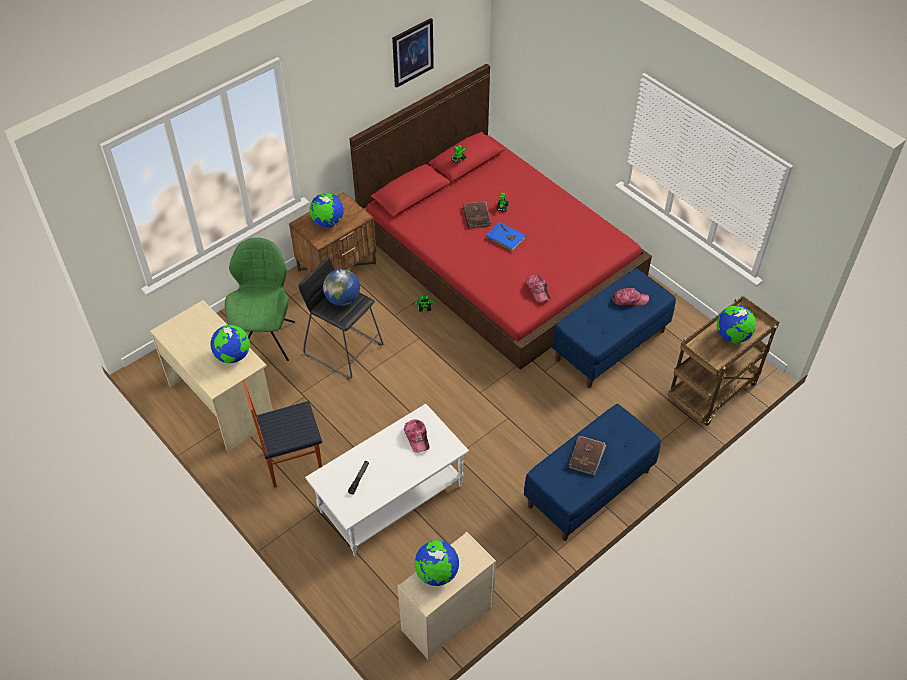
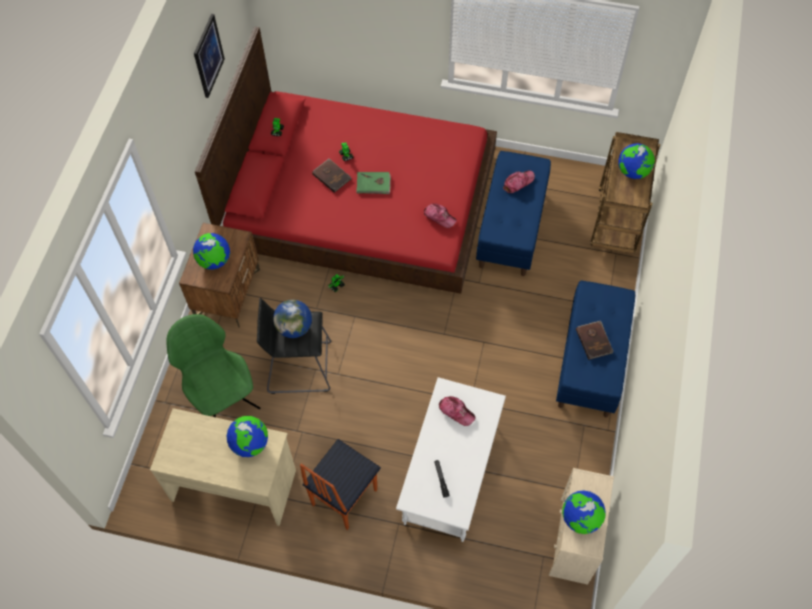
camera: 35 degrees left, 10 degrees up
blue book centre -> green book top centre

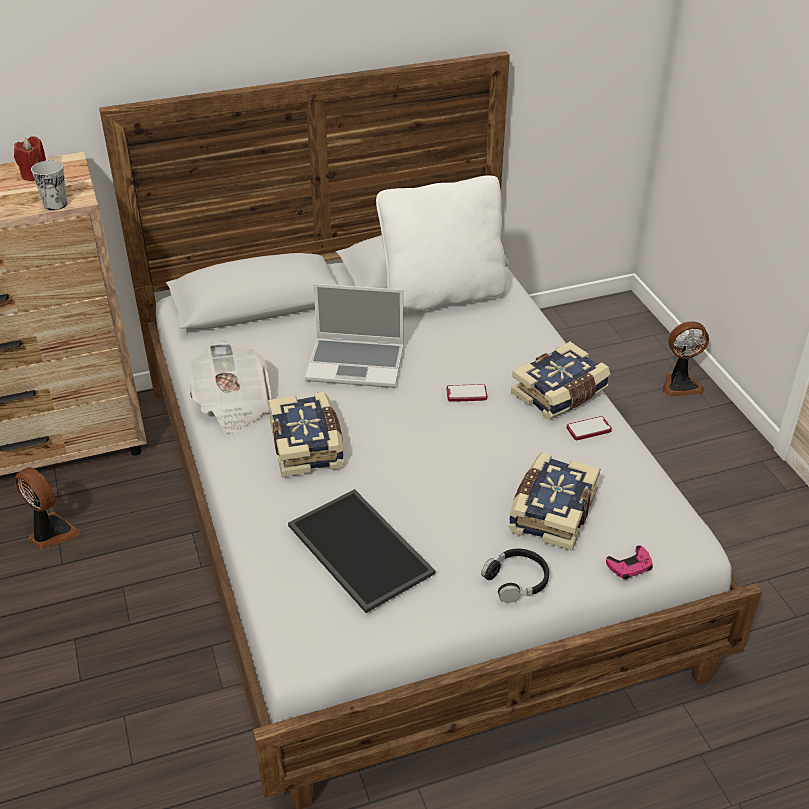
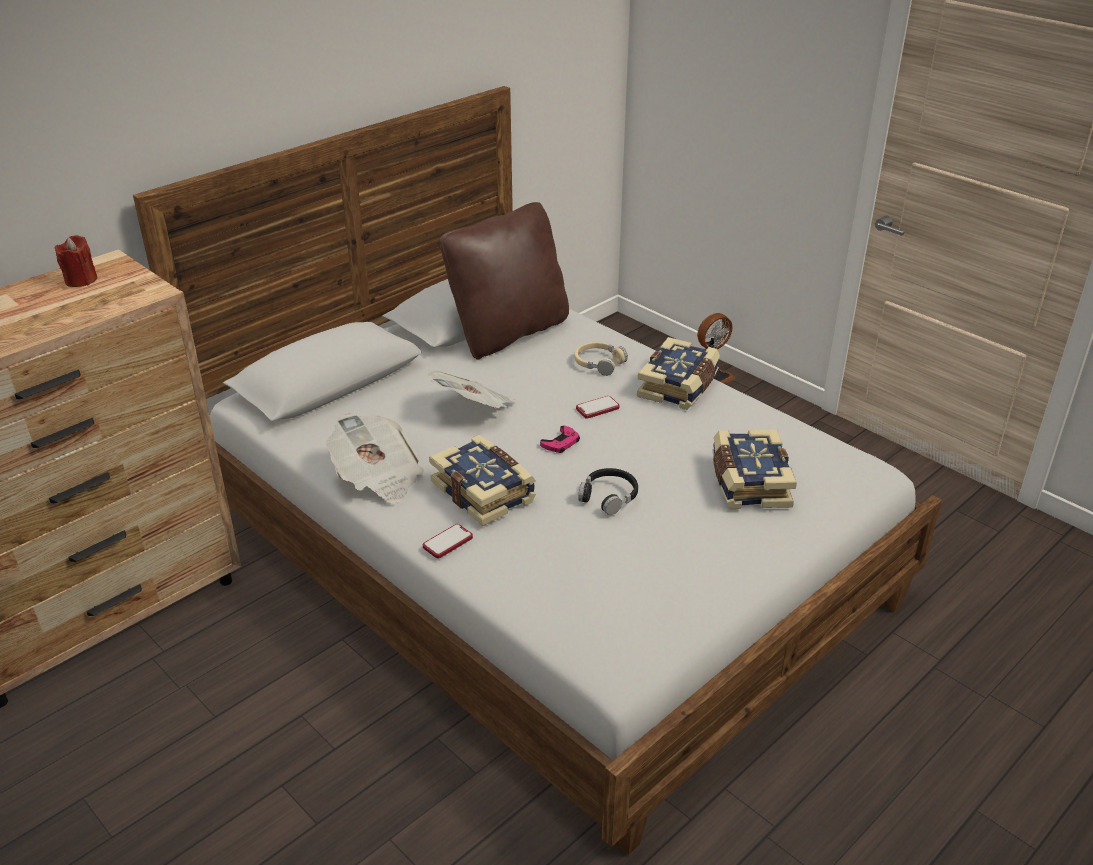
camera: 25 degrees left, 5 degrees down
fan (1st from left) middle left -> none
cup top left -> none
tray bottom centre -> none
none -> beige headphones centre
black headphones bottom centre -> black headphones centre, move
phone (2nd from left in the first image) middle right -> phone (1st from left) centre, move
pink game controller bottom right -> pink game controller centre, move
laptop centre -> newspaper (2nd from left) centre
white pillow top centre -> brown pillow top centre

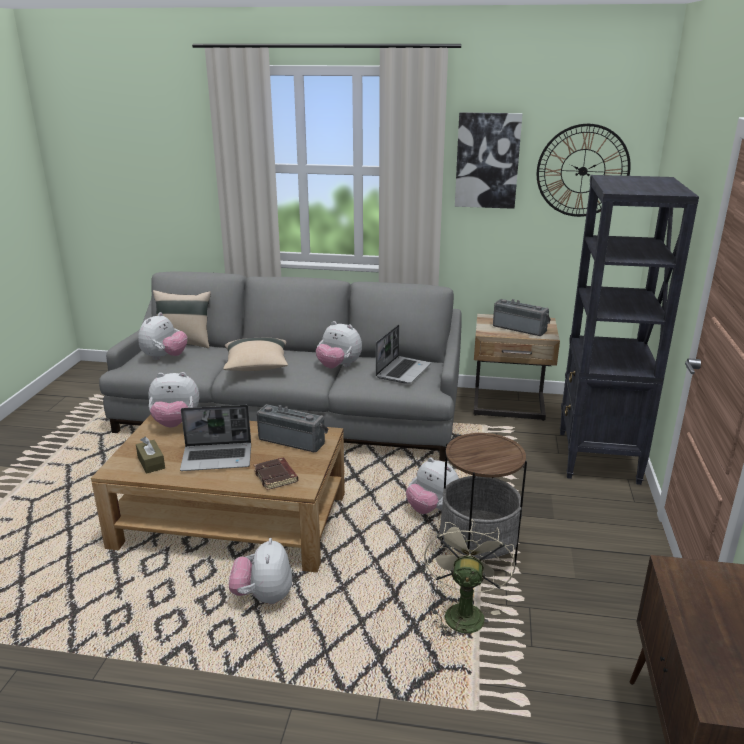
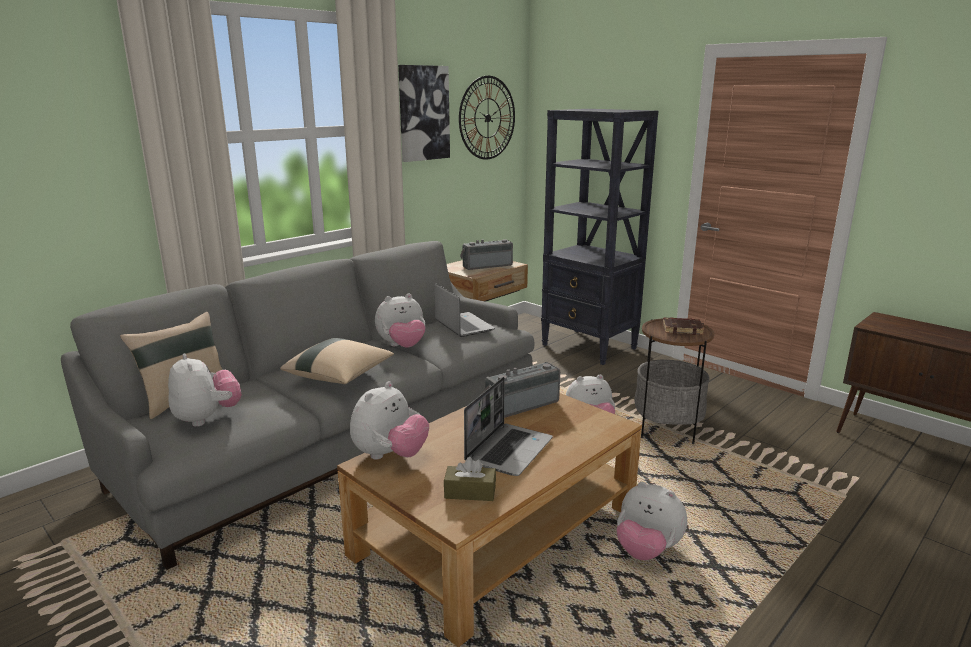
camera: 55 degrees left, 5 degrees down
beige fan bottom centre -> none
brown book centre -> brown book middle right, move

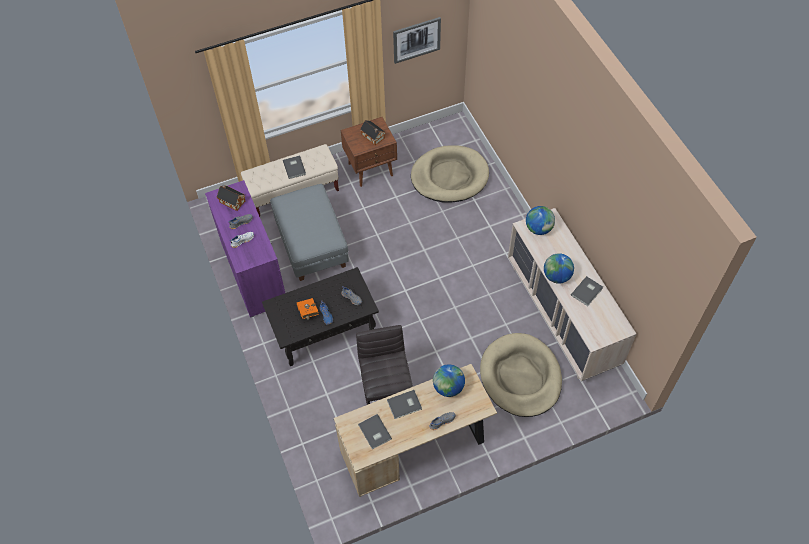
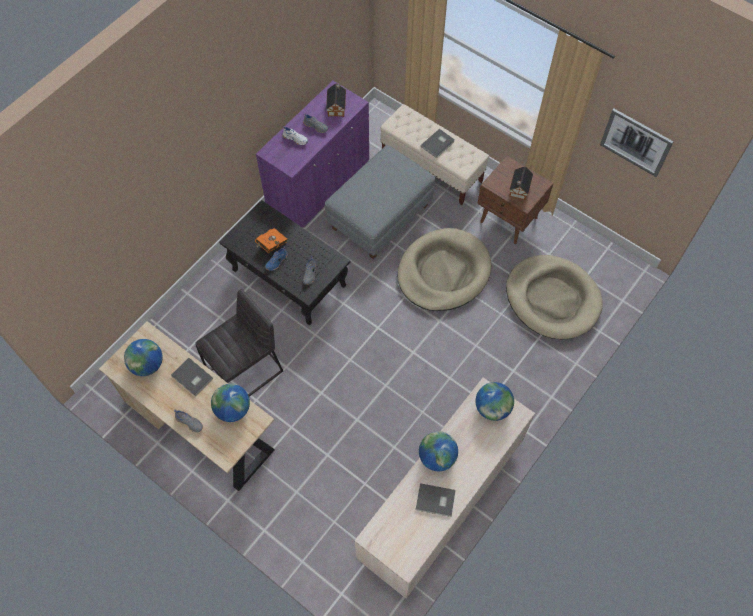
camera: 60 degrees right, 5 degrees up
beige dog bed (2nd from left in the first image) bottom centre -> beige dog bed (1st from left) centre, move
grey book (2nd from left) bottom centre -> globe (1st from left) middle left

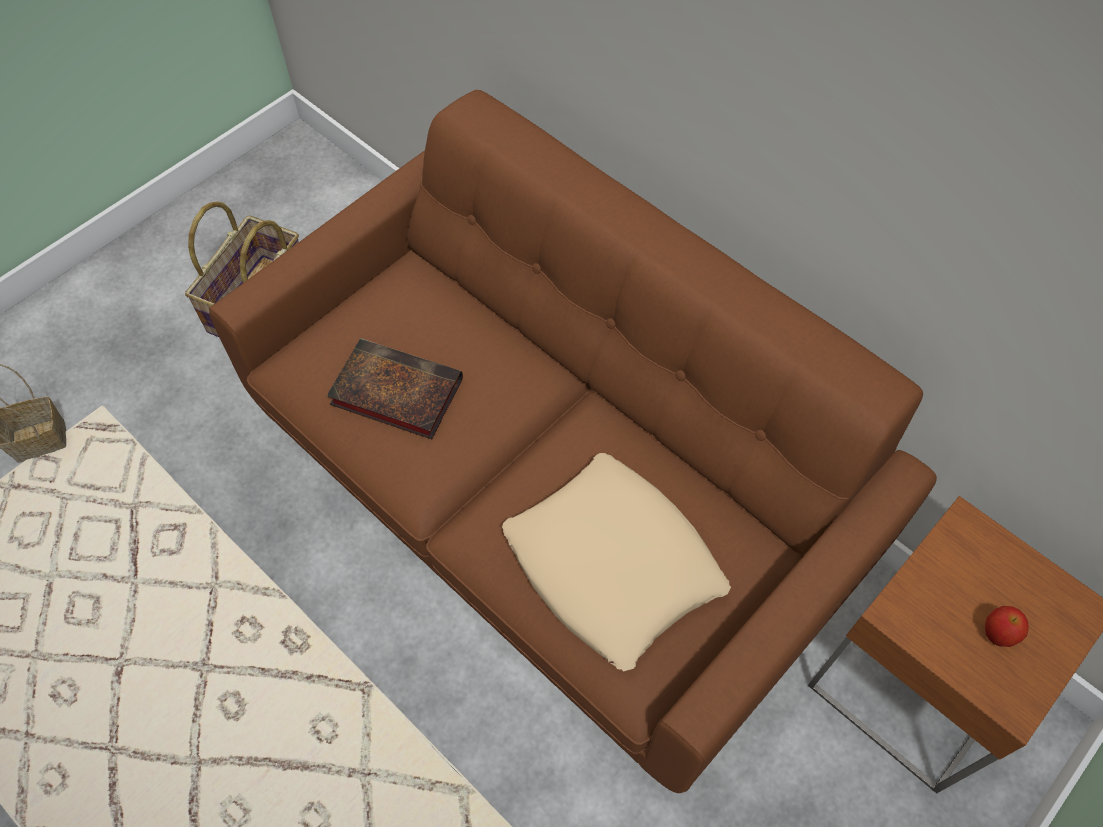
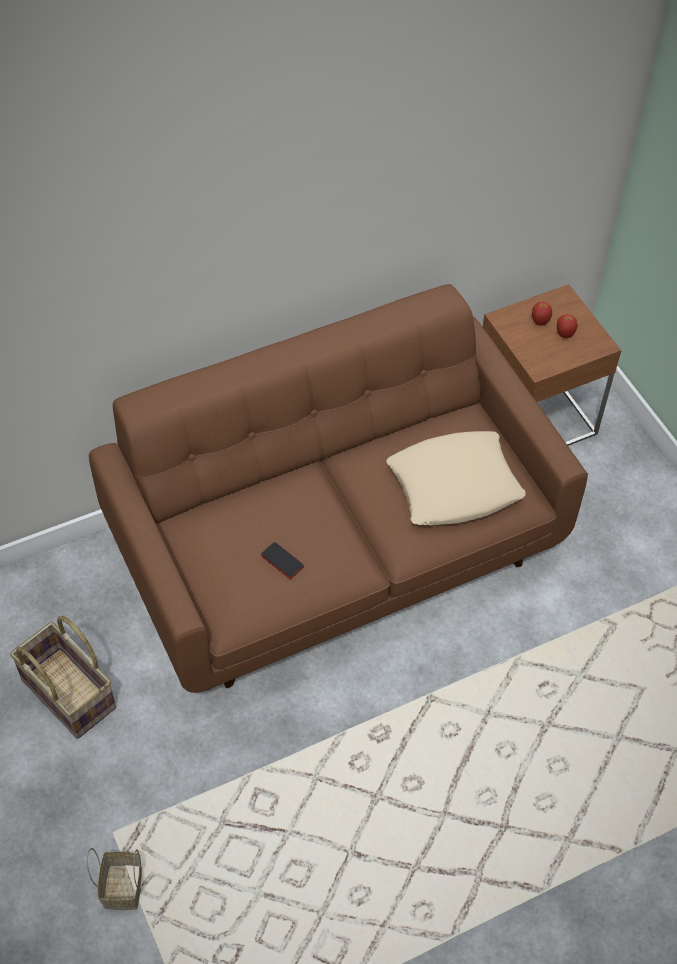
camera: 70 degrees left, 5 degrees down
none -> apple (1st from left) top right
book centre -> phone centre

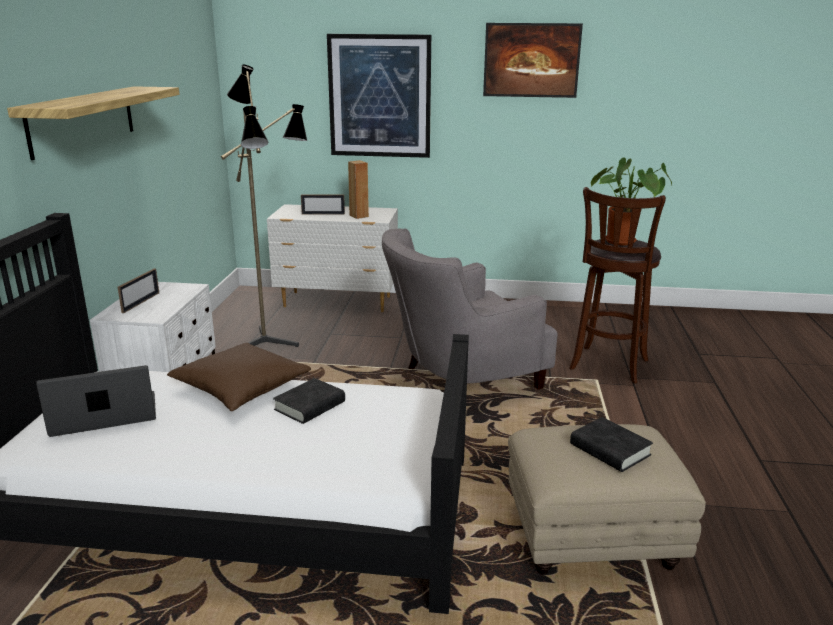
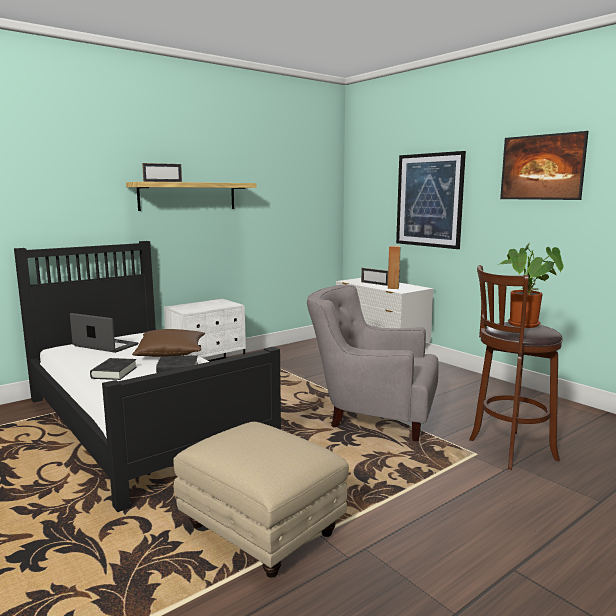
camera: 45 degrees right, 10 degrees down
floor lamp top left -> none
picture frame (1st from left) middle left -> picture frame (1st from left) top left, move
black book (2nd from left in the first image) bottom right -> black book (1st from left) middle left, move

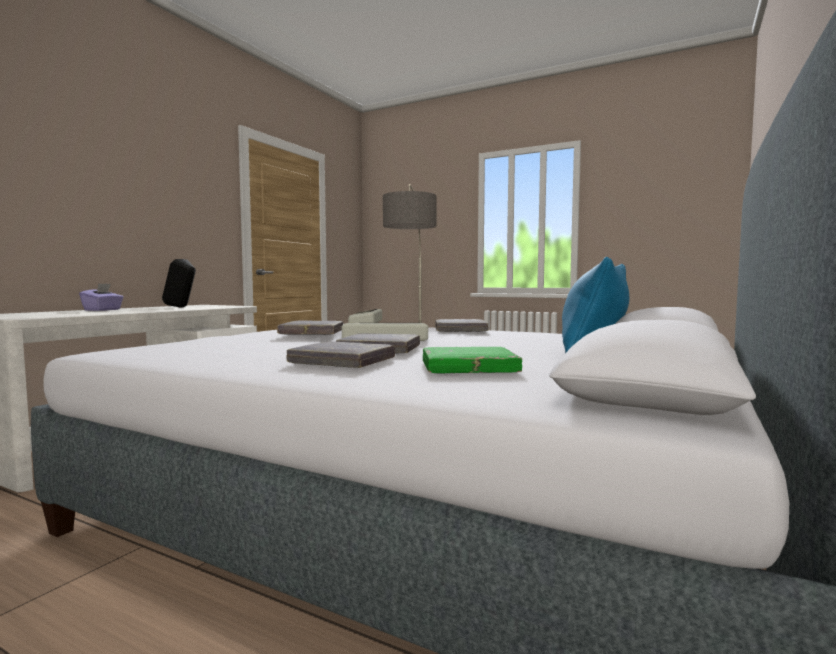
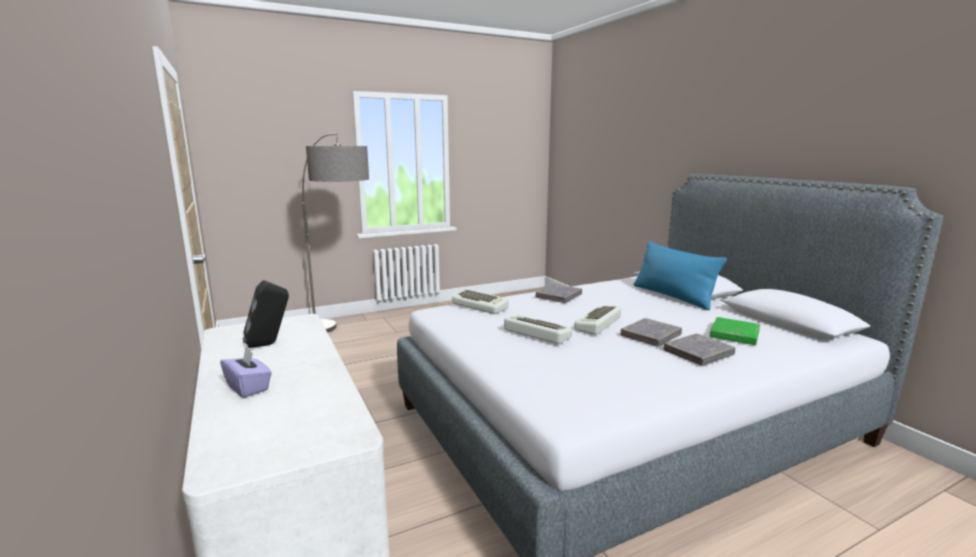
camera: 55 degrees left, 10 degrees up
grey book (1st from left) centre -> keyboard (2nd from left) centre

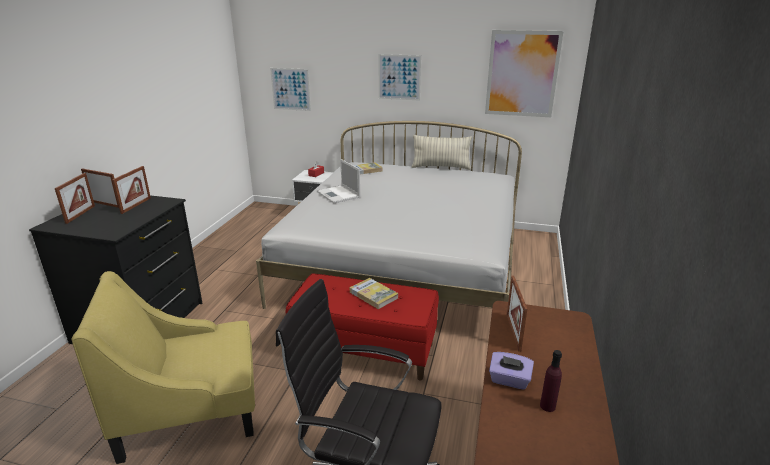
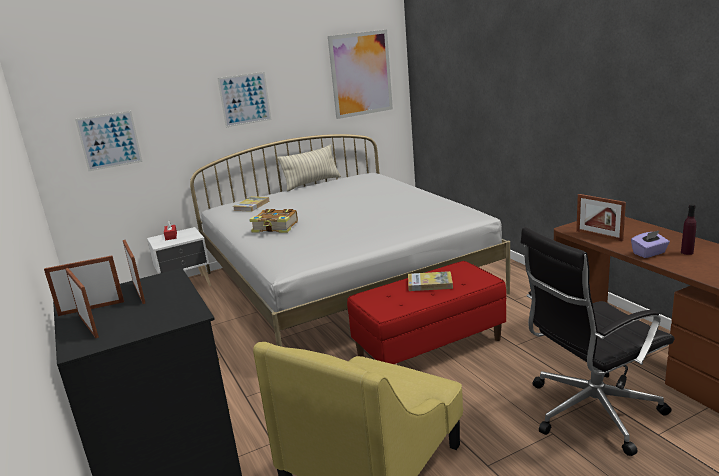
camera: 40 degrees left, 5 degrees down
laptop centre -> book (2nd from left) centre

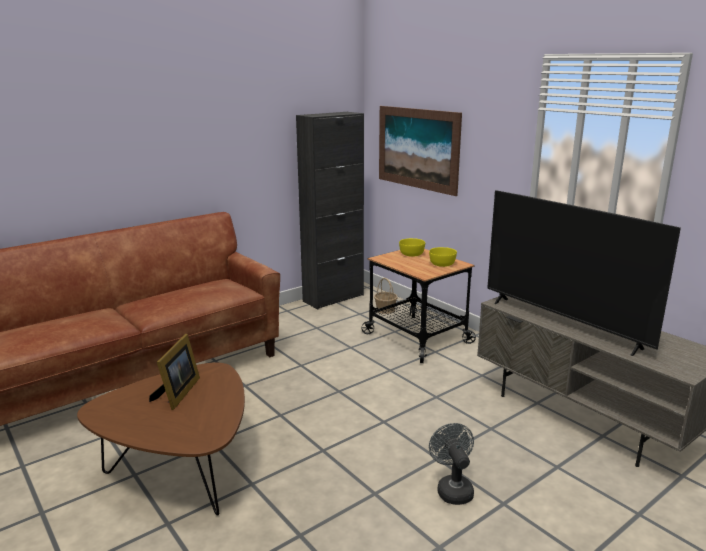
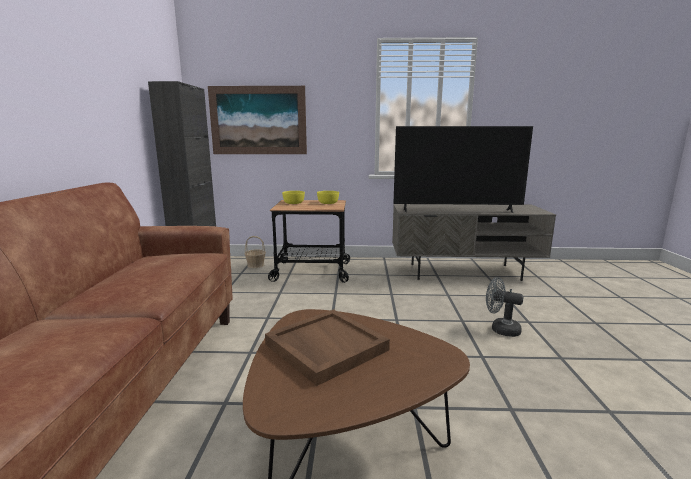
camera: 50 degrees left, 5 degrees down
picture frame bottom left -> brown tray bottom centre

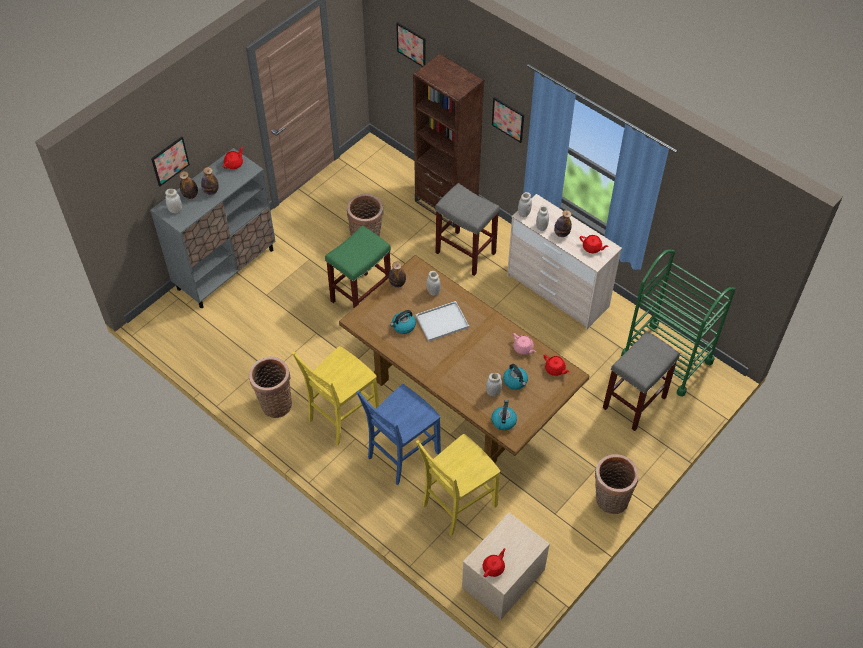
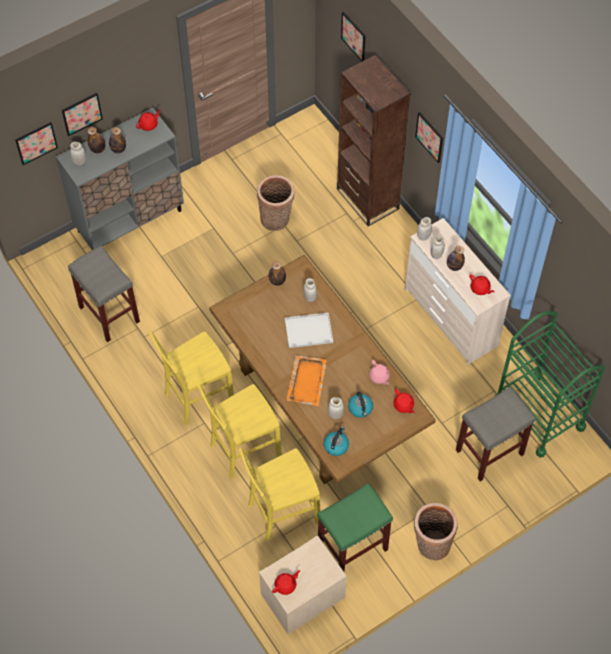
camera: 15 degrees right, 5 degrees up
basket (1st from left) middle left -> none
kettle (1st from left) centre -> none
none -> picture (1st from left) top left
none -> orange tray centre
green stool centre -> green stool bottom centre, move
grey stool (1st from left) centre -> grey stool (1st from left) middle left, move
blue chair bottom centre -> yellow chair (2nd from left) centre

